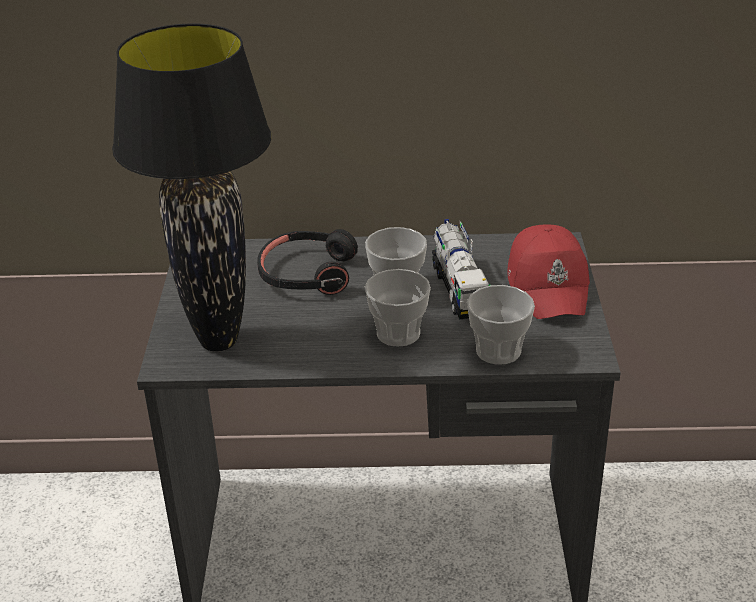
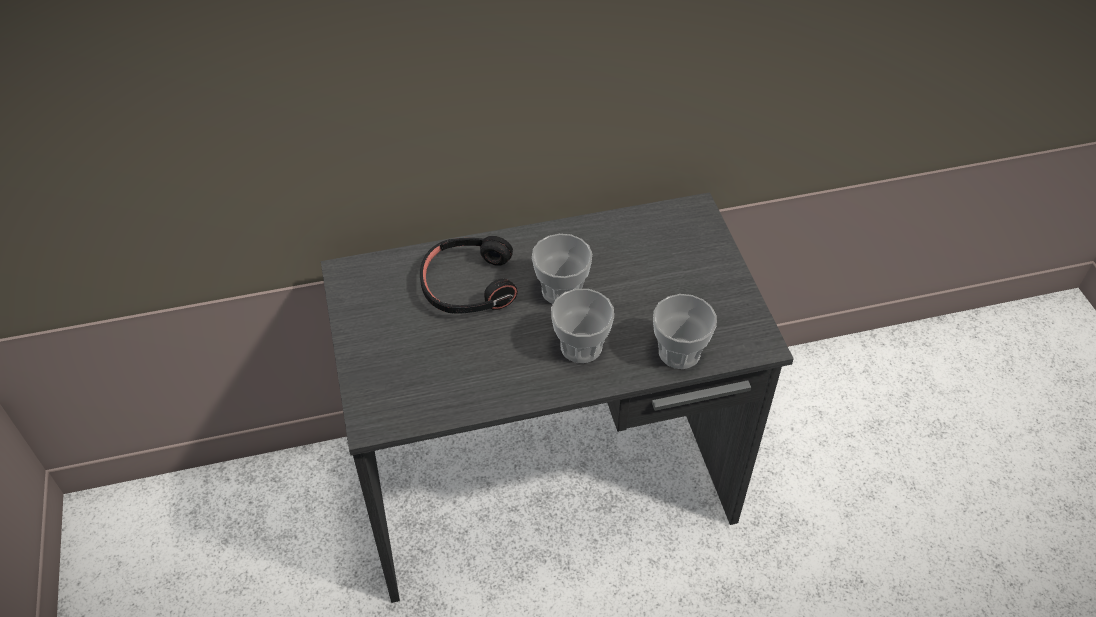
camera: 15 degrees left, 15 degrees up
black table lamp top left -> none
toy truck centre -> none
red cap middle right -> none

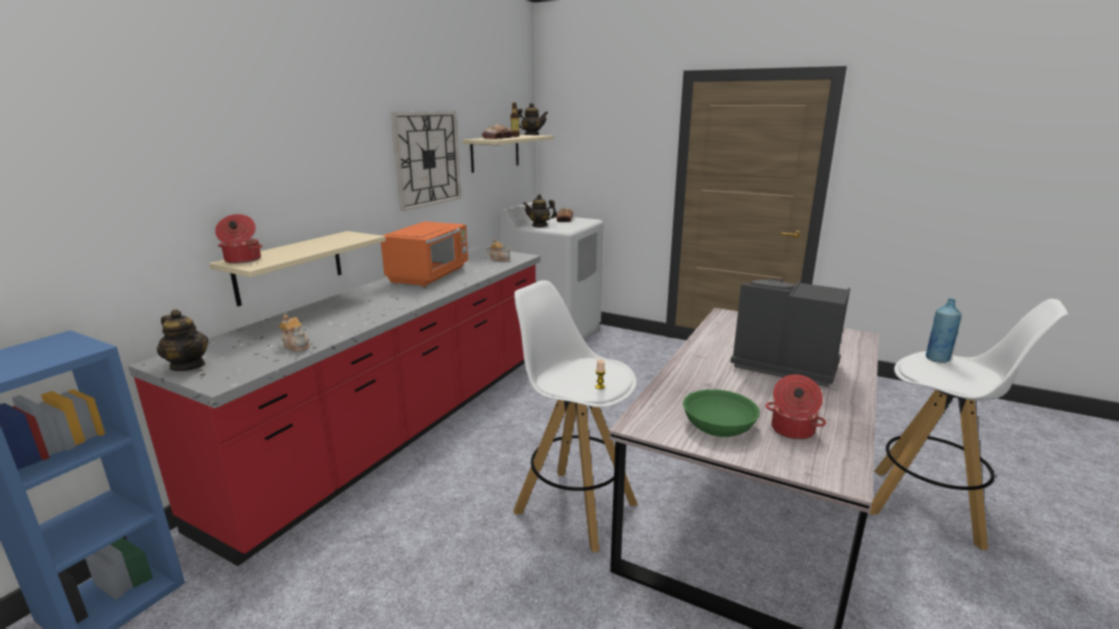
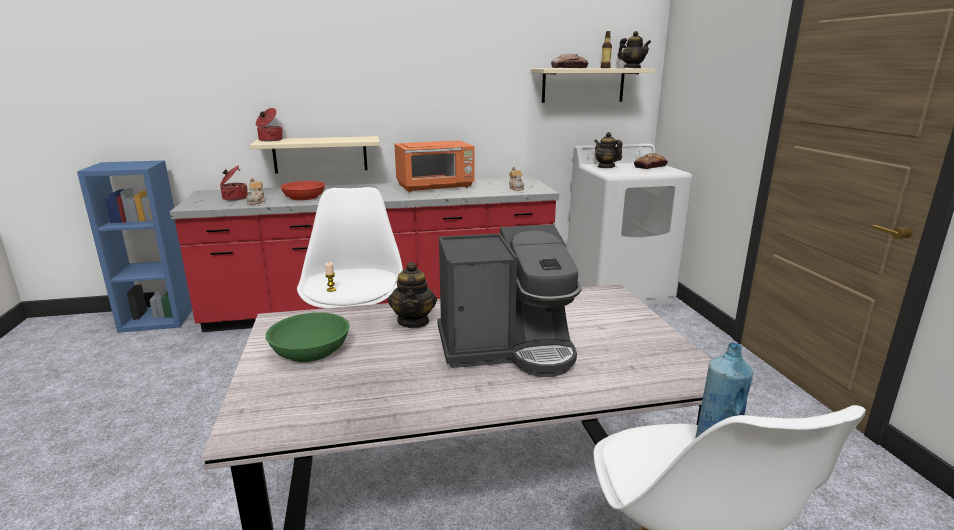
camera: 50 degrees right, 0 degrees up
wall clock top centre -> none
none -> red bowl middle left
teapot (1st from left in the first image) middle left -> teapot (2nd from left) centre, move
cooking pot (2nd from left in the first image) middle right -> cooking pot (1st from left) middle left, move
coffee machine middle right -> coffee machine centre, 90 degrees clockwise

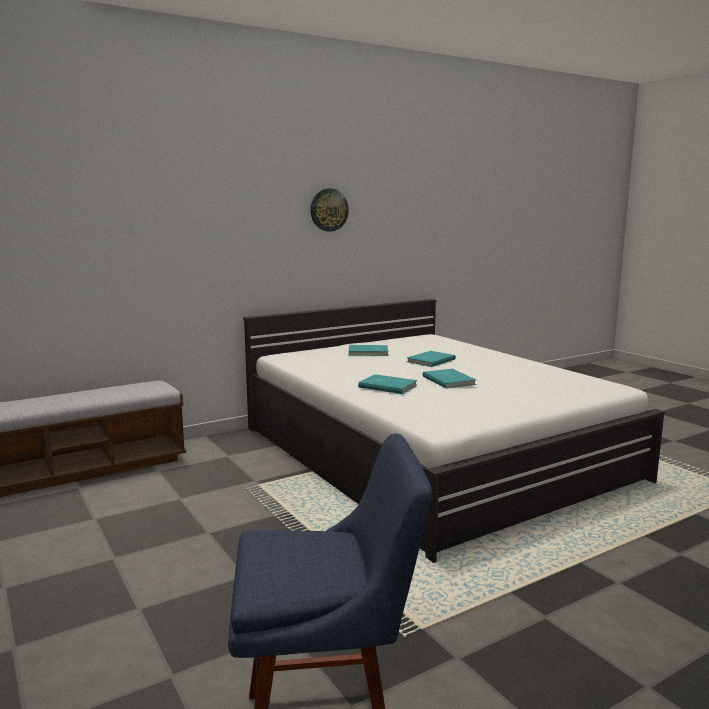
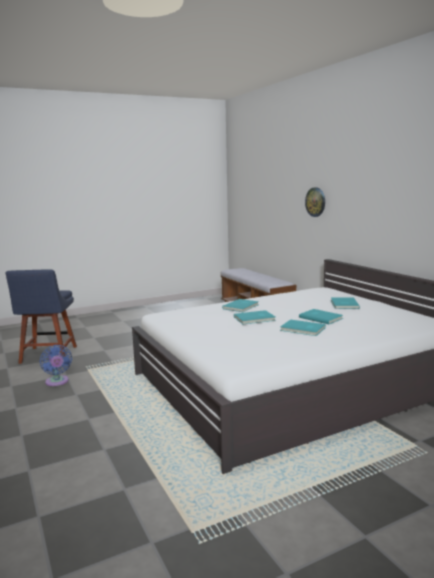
camera: 95 degrees right, 0 degrees up
none -> blue fan middle left
none -> turquoise book (3rd from left) middle right
wall clock top centre -> wall clock middle right, move

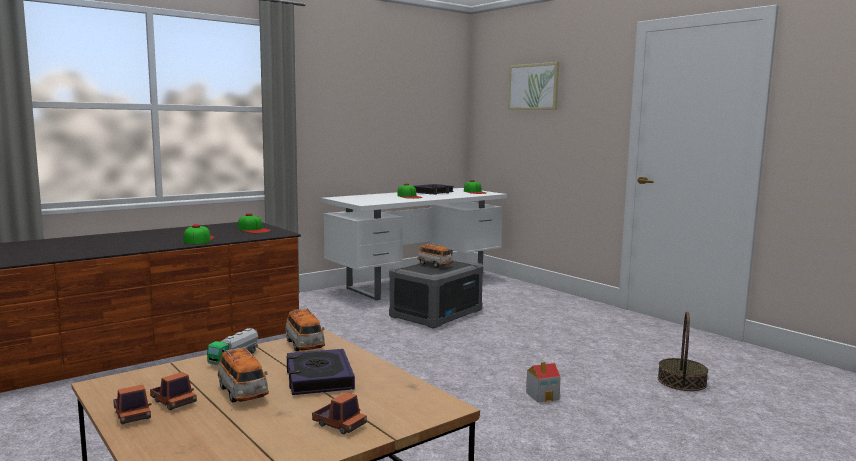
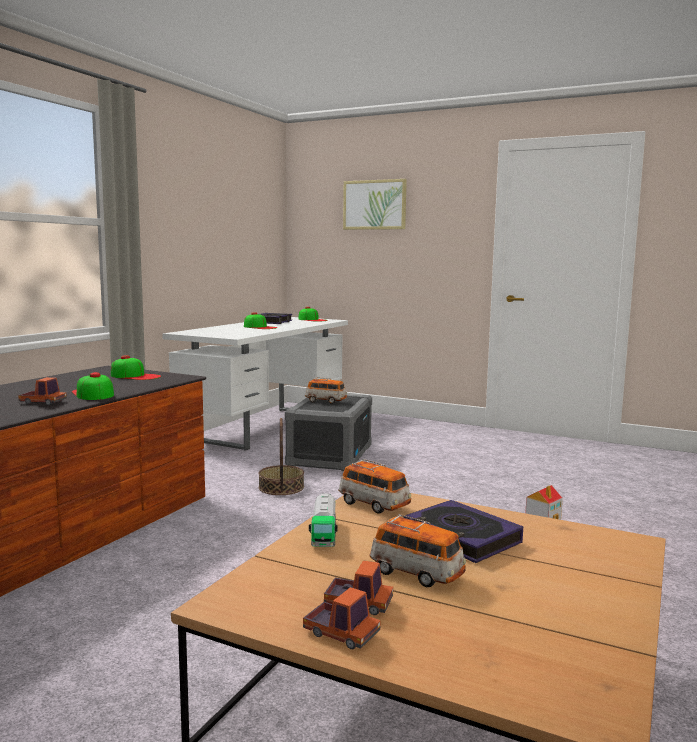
camera: 25 degrees left, 0 degrees up
toy truck (4th from left in the first image) bottom centre -> toy truck (1st from left) middle left, move
basket bottom right -> basket centre, move

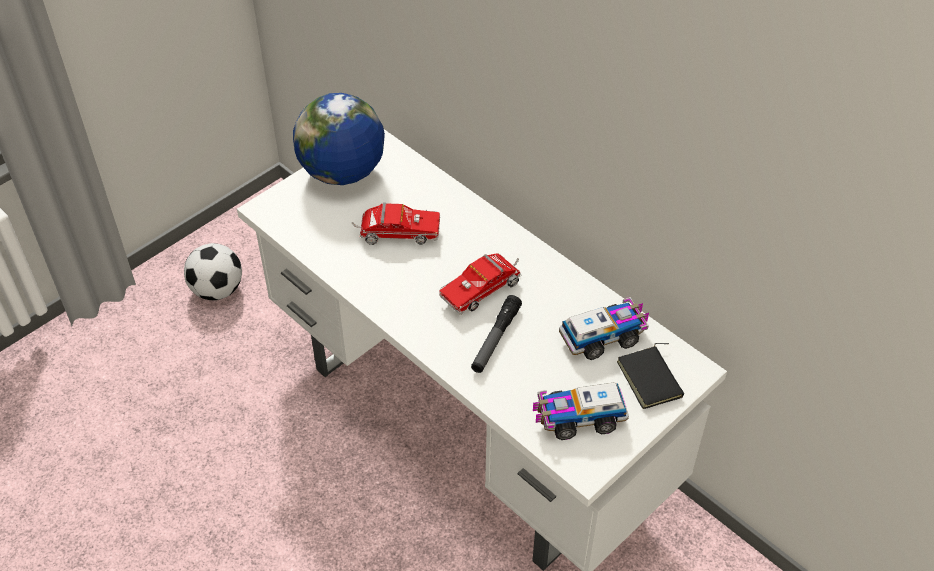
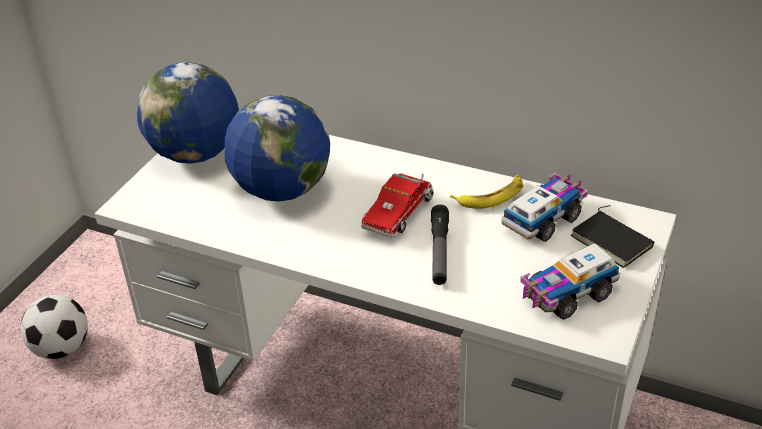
camera: 20 degrees left, 10 degrees down
none -> banana centre
toy truck (1st from left) centre -> globe (2nd from left) centre

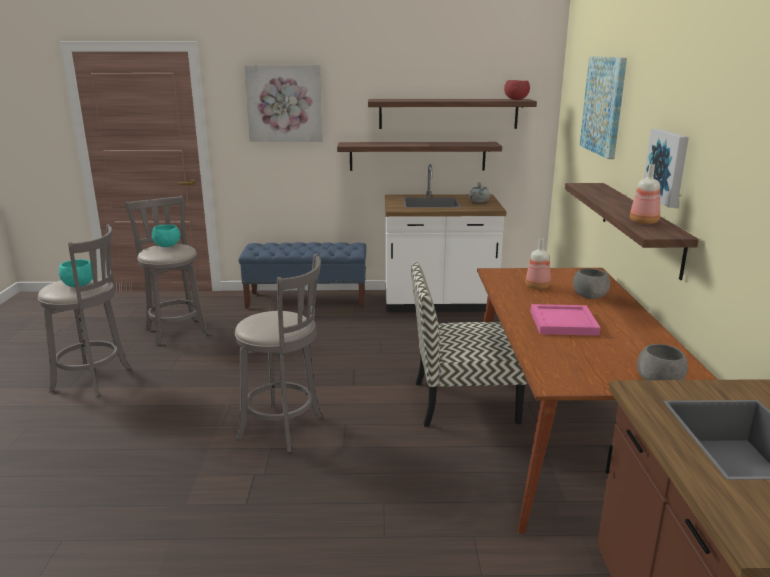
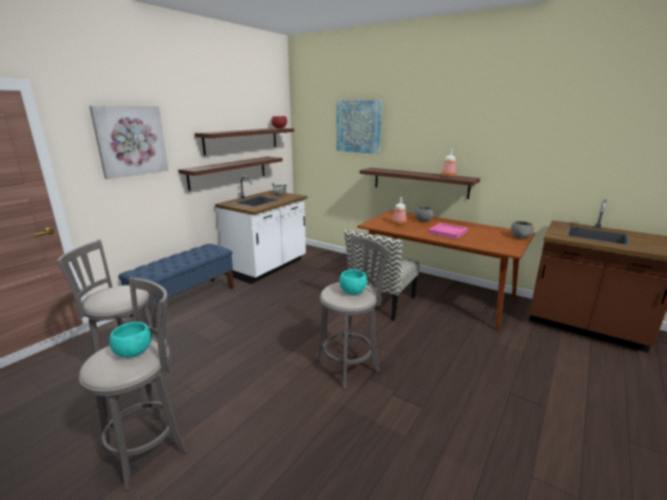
camera: 55 degrees left, 0 degrees up
picture (3rd from left) top right -> none
turquoise bowl (2nd from left) middle left -> turquoise bowl (2nd from left) centre, move

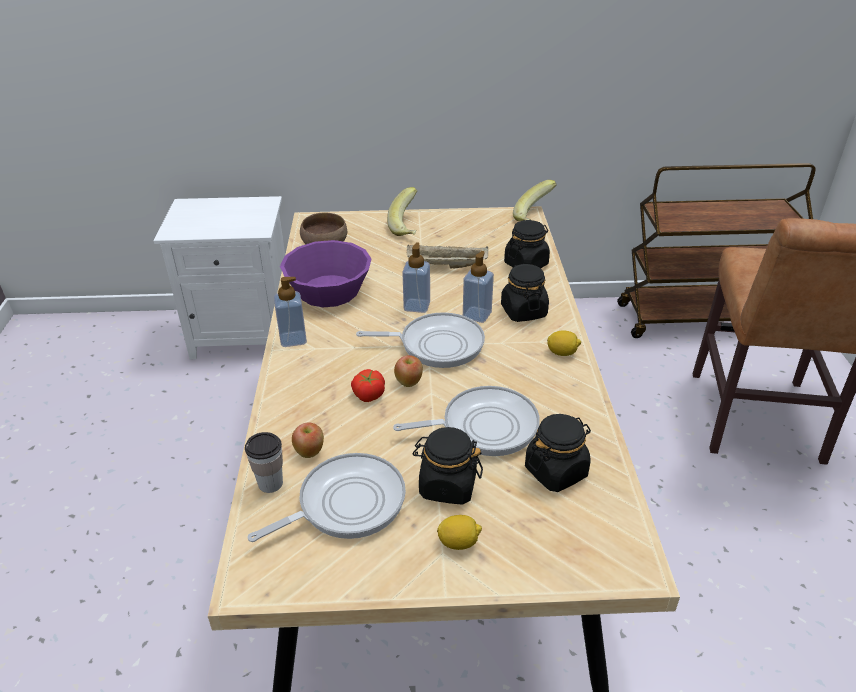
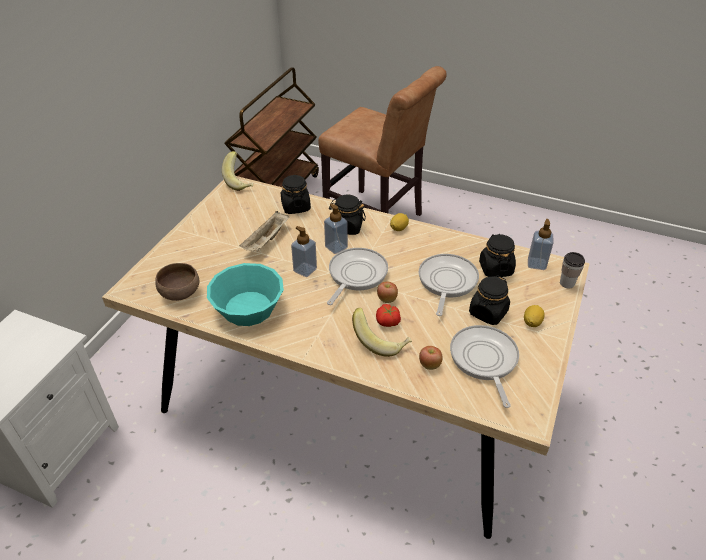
camera: 65 degrees left, 5 degrees up
cup bottom left -> cup middle right, move
soap dispenser (1st from left in the first image) centre -> soap dispenser (3rd from left) middle right, move
banana (1st from left in the first image) top centre -> banana (2nd from left) centre, move
purple bowl centre -> turquoise bowl centre

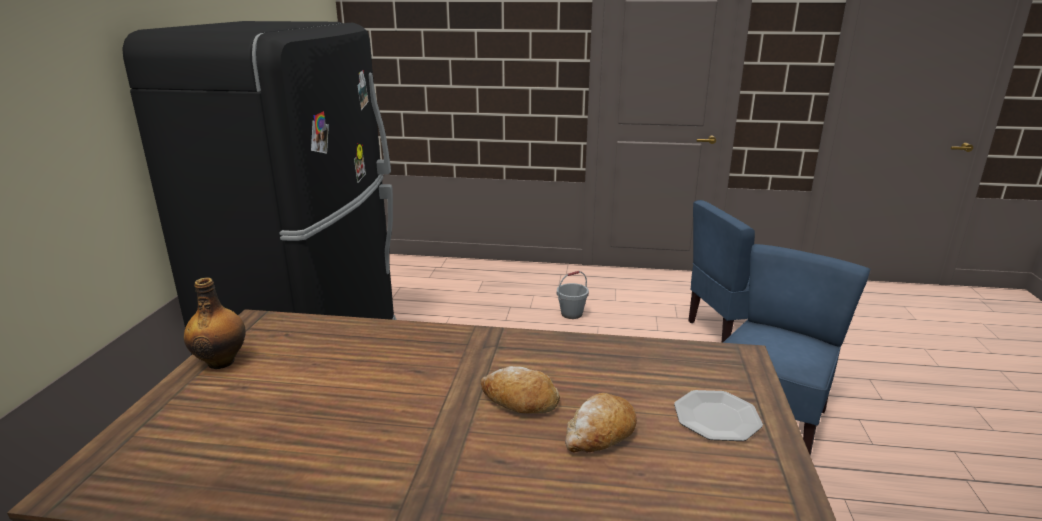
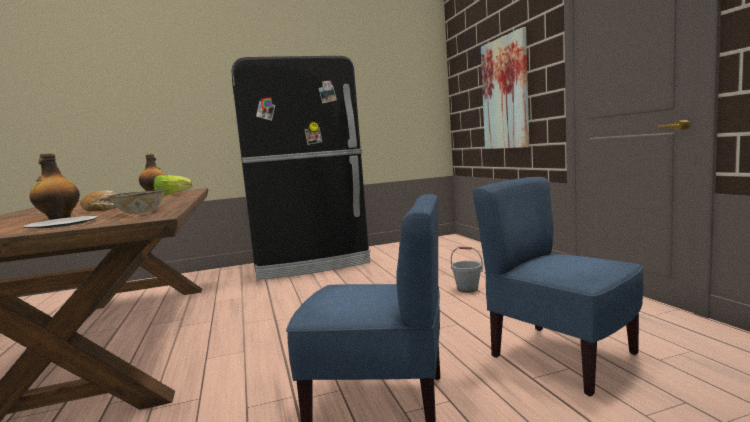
camera: 65 degrees right, 15 degrees down
none -> bowl middle left
none -> lettuce middle left
none -> picture top right
bread (2nd from left) bottom centre -> bottle (1st from left) middle left

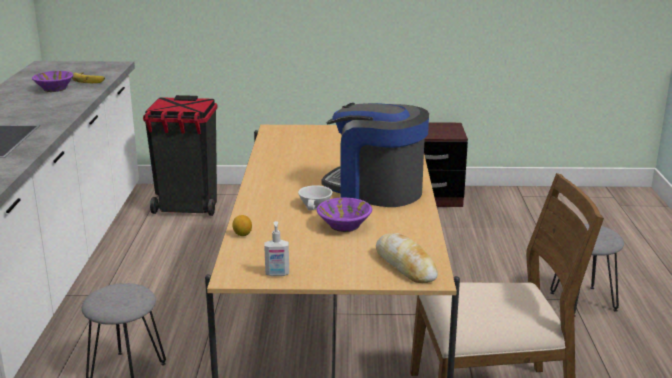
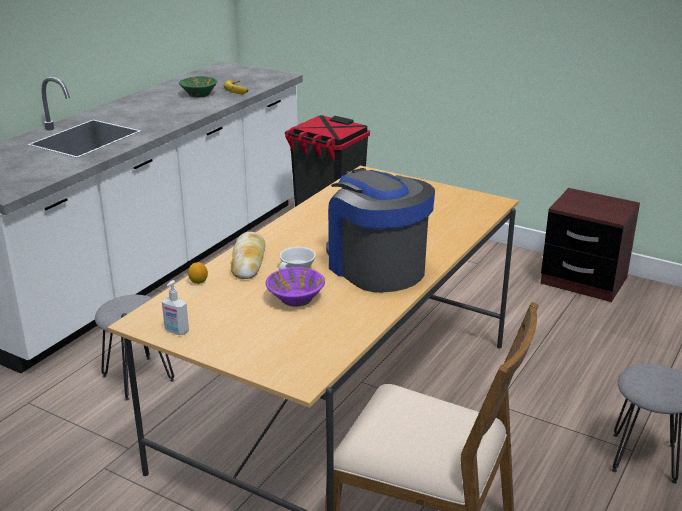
camera: 30 degrees right, 5 degrees up
bread bottom centre -> bread centre, move
purple bowl (1st from left) top left -> green bowl top left

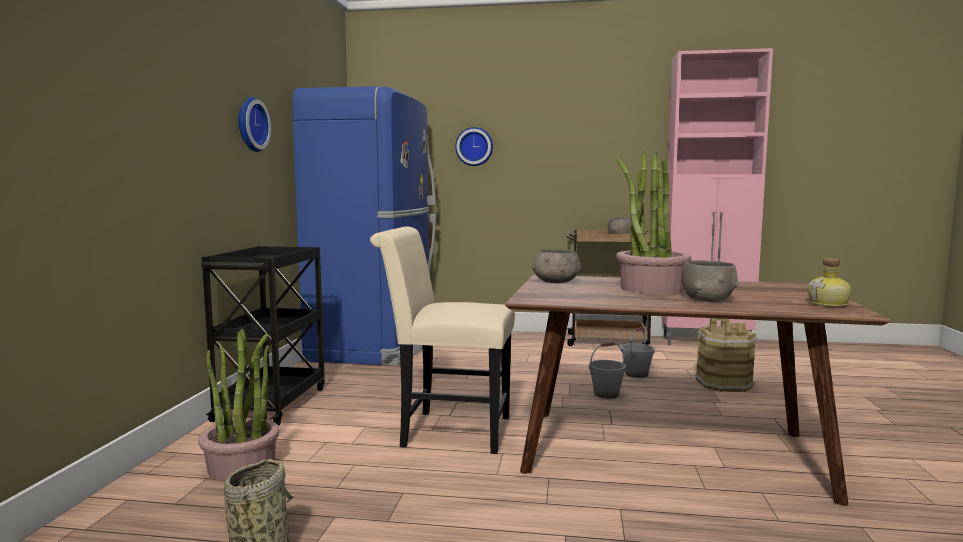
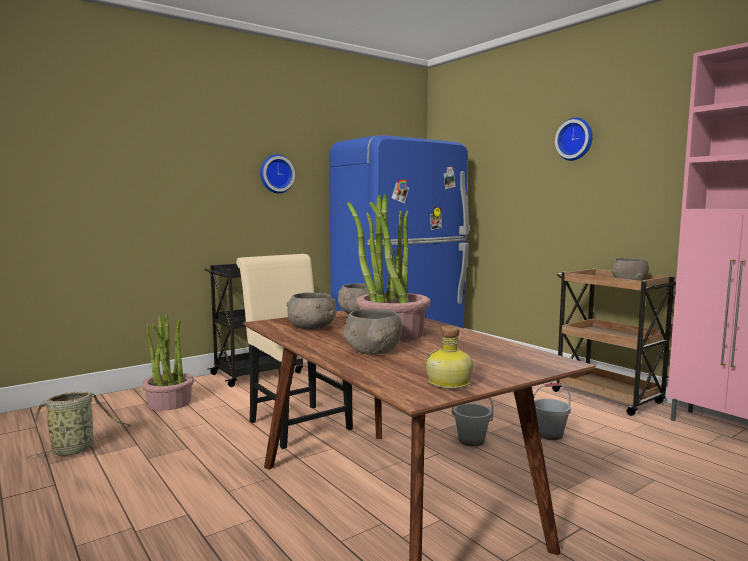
camera: 45 degrees right, 0 degrees up
brown bucket middle right -> none
none -> grey bowl (1st from left) centre
wall clock (2nd from left) top centre -> wall clock (2nd from left) top right, move

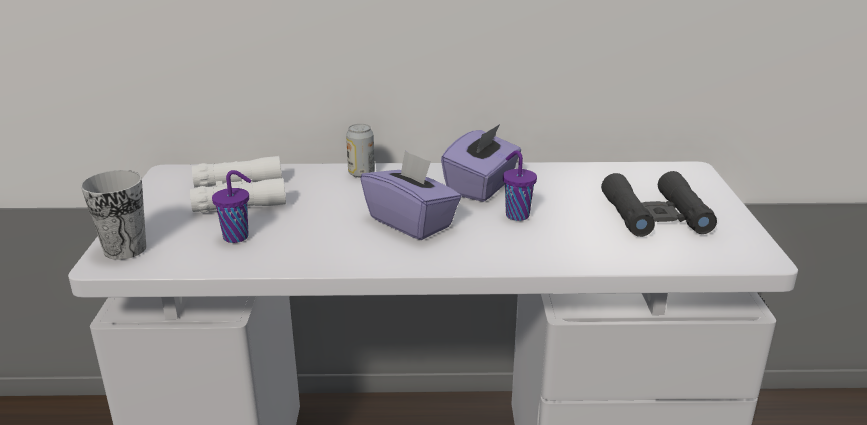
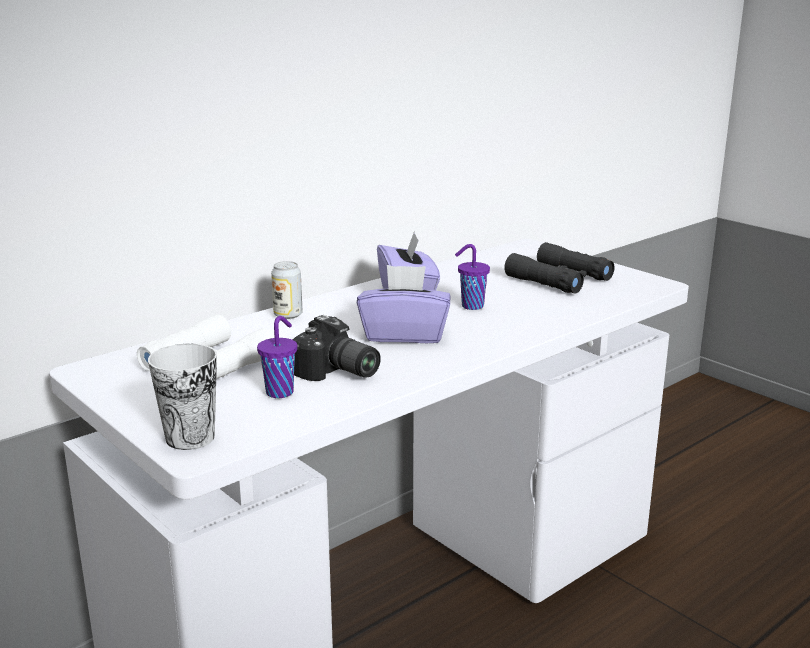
camera: 40 degrees left, 5 degrees down
none -> photo camera centre

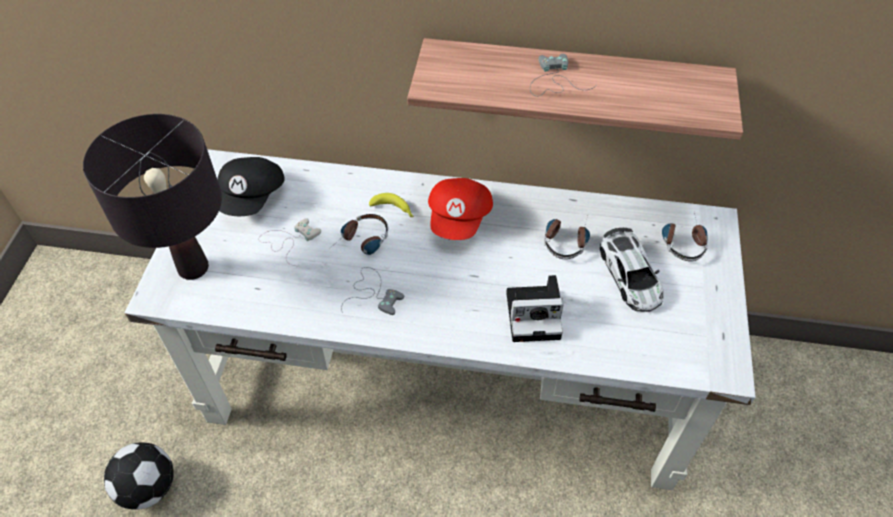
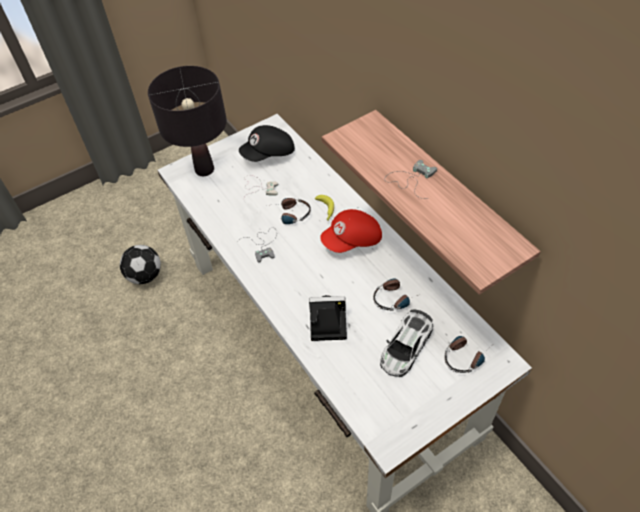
camera: 50 degrees right, 0 degrees up
photo camera centre, 135 degrees clockwise

